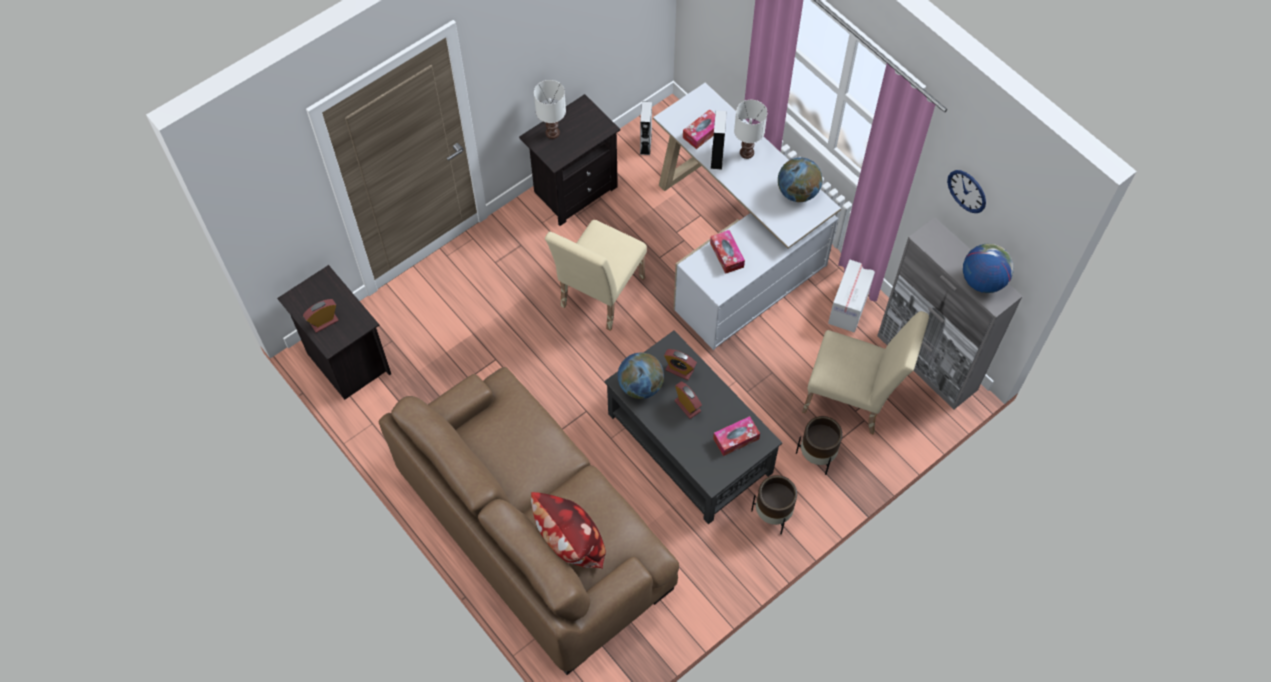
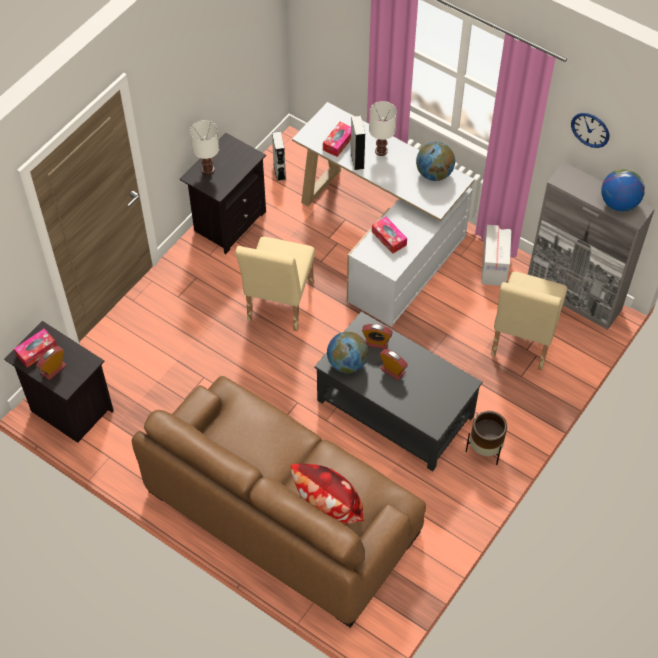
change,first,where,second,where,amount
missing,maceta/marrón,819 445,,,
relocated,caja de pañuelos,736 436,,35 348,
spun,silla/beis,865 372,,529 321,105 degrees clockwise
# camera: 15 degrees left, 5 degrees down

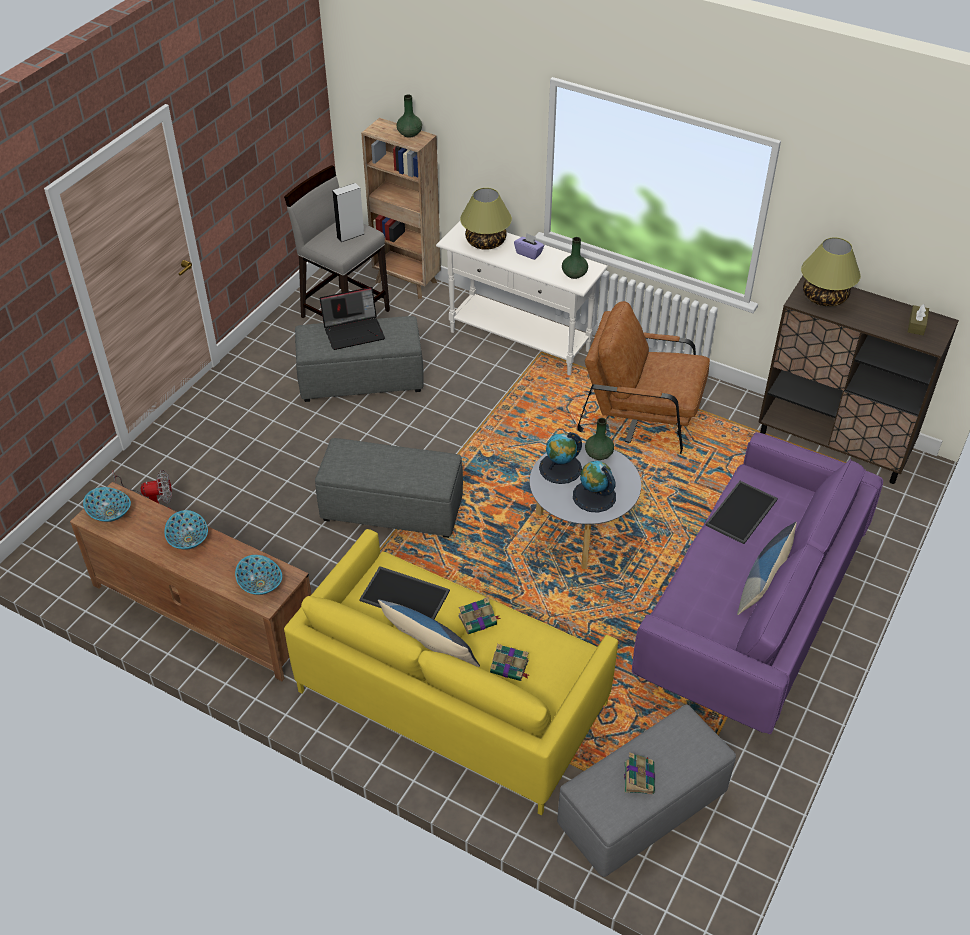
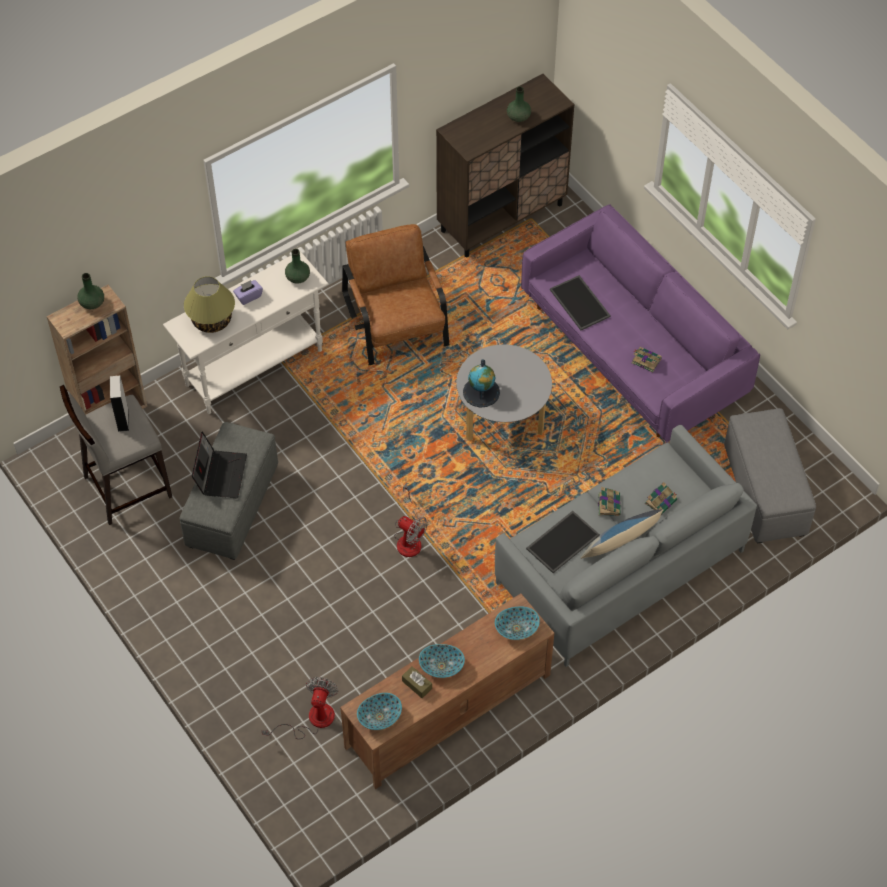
change,first,where,second,where,amount
missing,globo terráqueo,594 487,,,
missing,cojín,767 568,,,
missing,lámpara de mesa,831 271,,,
relocated,florero/verde,599 439,,519 104,
relocated,libro,639 773,,647 360,
relocated,caja de pañuelos/marrón,918 319,,417 682,
exchanged,puf/gris,389 488,ventilador,411 520,
colour,sofá/amarillo,451 672,sofá/gris,626 546,
spun,sillón/marrón,643 377,,395 294,120 degrees clockwise
# camera: 65 degrees left, 10 degrees up

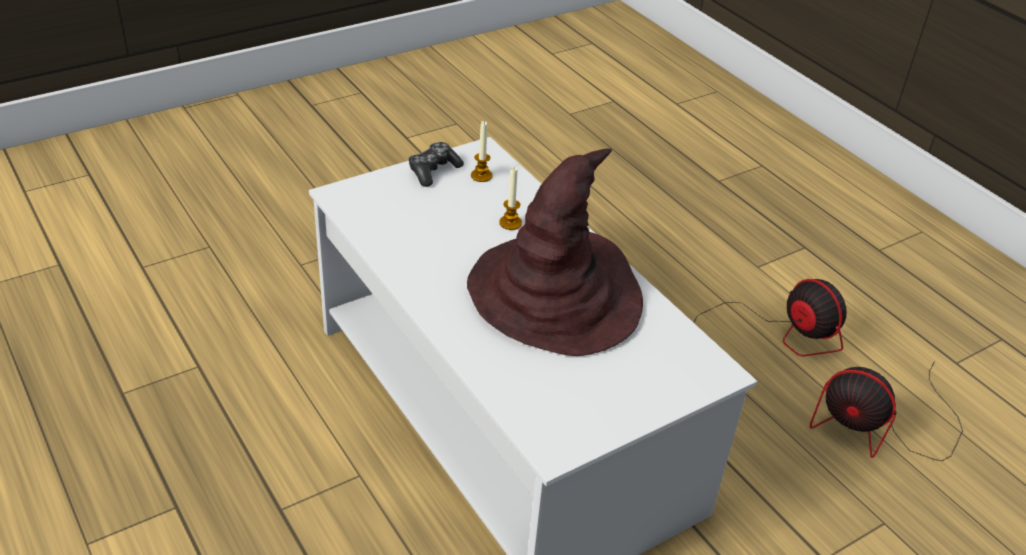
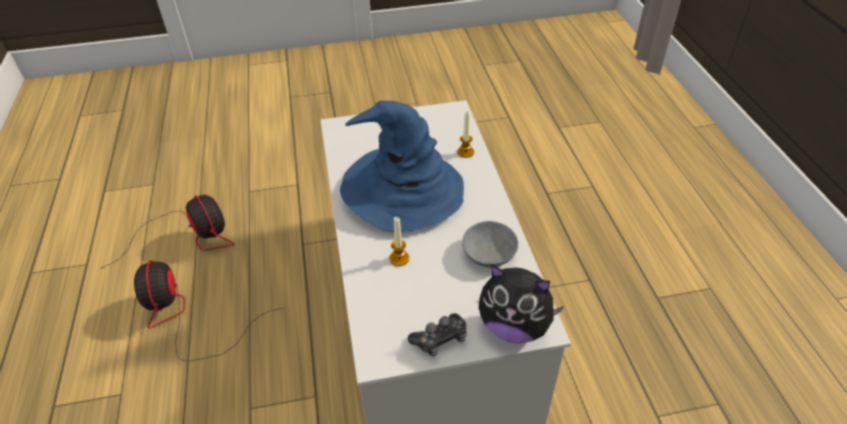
change,first,where,second,where,amount
appeared,,,cuenco/gris,490 244,
appeared,,,peluche,521 304,
relocated,vela,481 151,,465 135,
colour,sombrero/marrón,555 252,sombrero/azul,402 166,
# camera: 155 degrees left, 5 degrees up

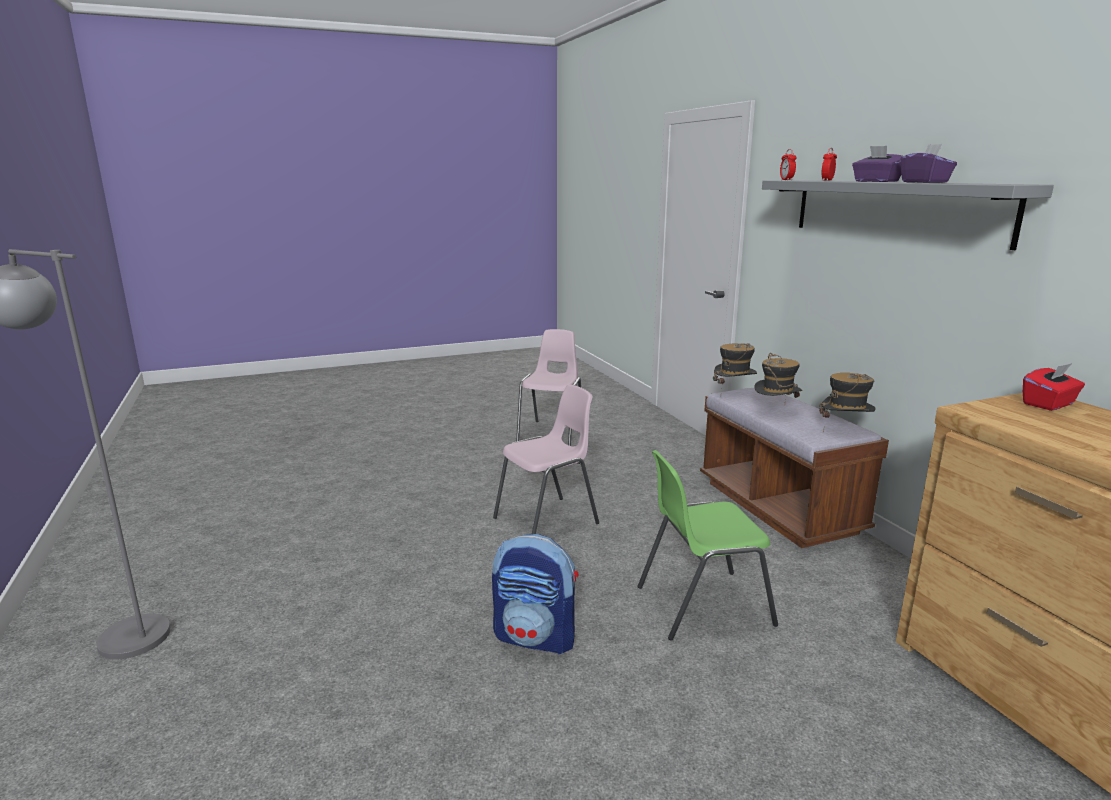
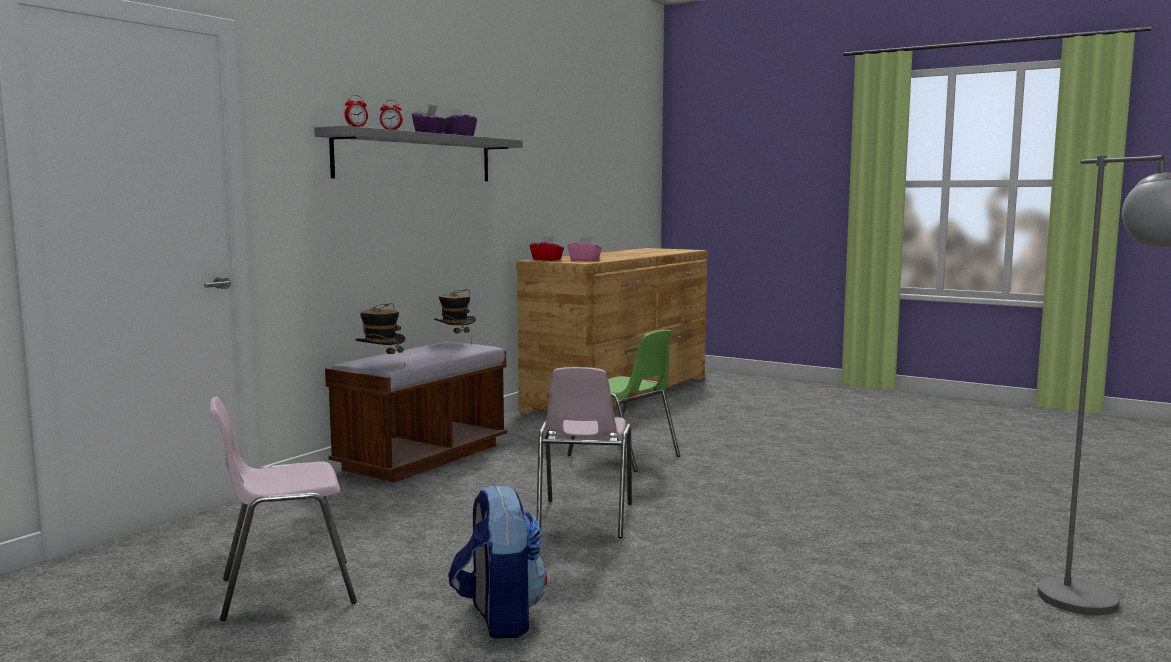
change,first,where,second,where,amount
missing,sombrero,778 375,,,
appeared,,,caja de pañuelos/rosa,585 248,
relocated,mochila,535 594,,497 561,
spun,silla/rosa,546 459,,584 452,105 degrees counterclockwise
# camera: 125 degrees left, 10 degrees down

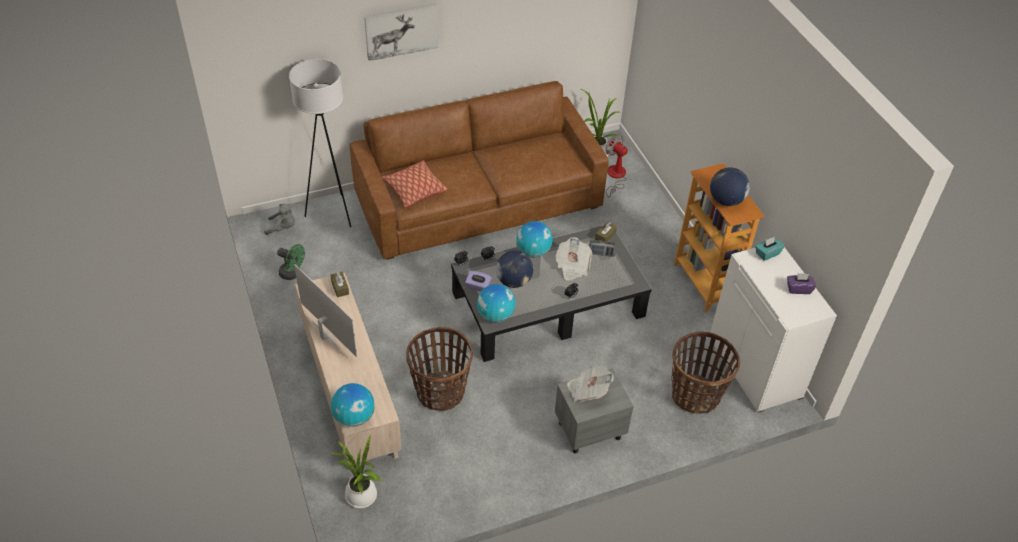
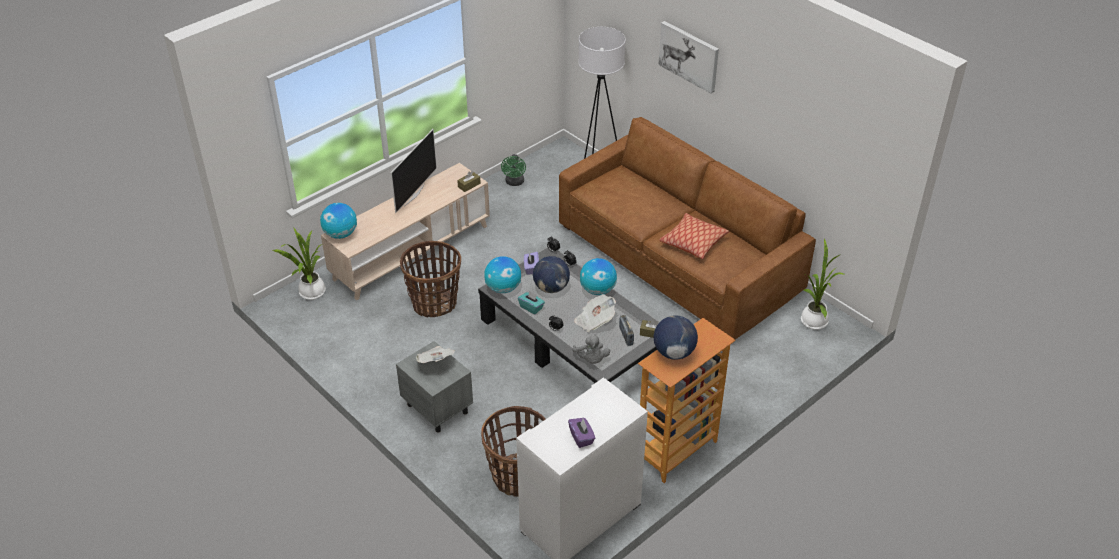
change,first,where,second,where,amount
missing,ventilador,616 166,,,
relocated,peluche/gris,279 219,,591 349,
relocated,cojín,415 184,,694 236,
relocated,caja de pañuelos/turquesa,770 249,,531 302,
# camera: 70 degrees right, 5 degrees down

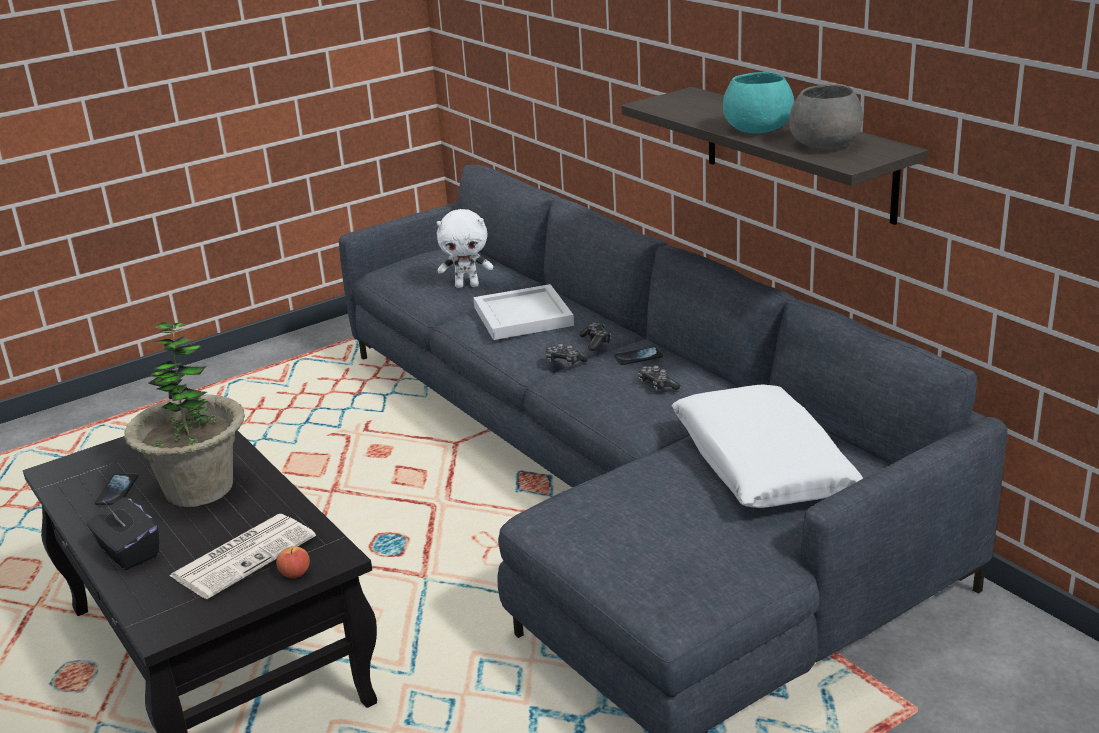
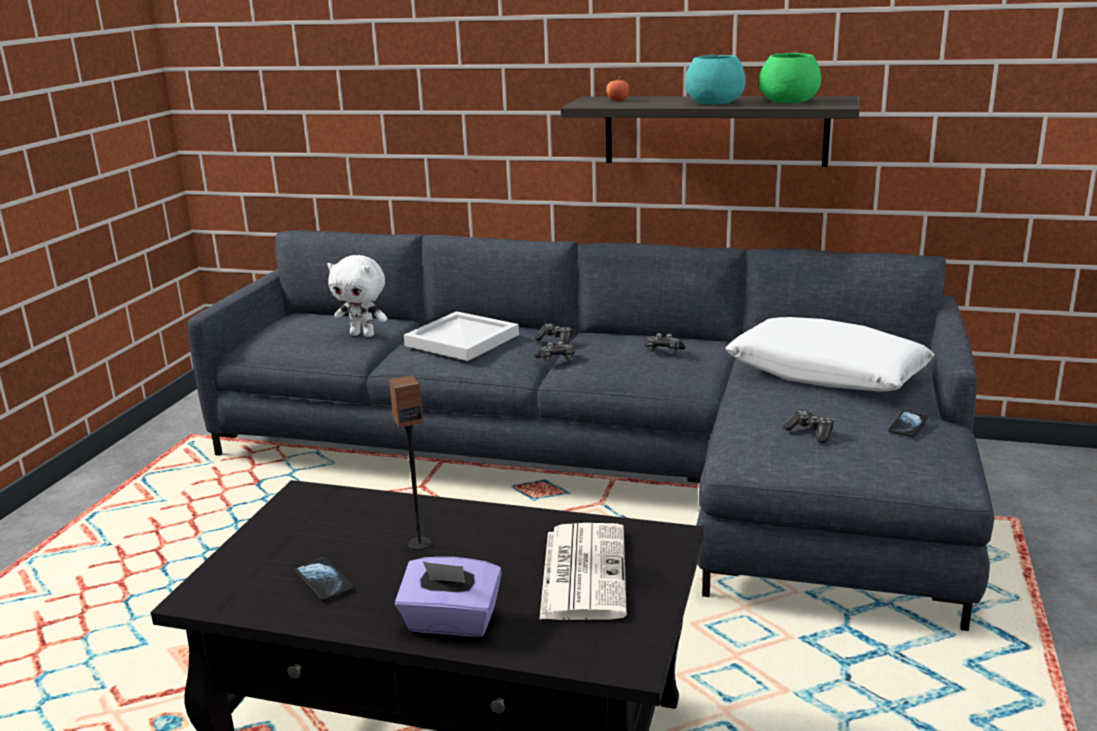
change,first,where,second,where,amount
appeared,,,mando de consola,808 426,
relocated,manzana,293 562,,617 89,
relocated,móvil,638 356,,908 424,
exchanged,planta en maceta,184 414,altavoz,410 462,
colour,caja de pañuelos/negro,123 533,caja de pañuelos/morado,448 597,
colour,cuenco/gris,826 116,cuenco/verde,790 78,
spun,peluche/blanco,465 248,,357 296,60 degrees clockwise
# camera: 40 degrees left, 5 degrees down

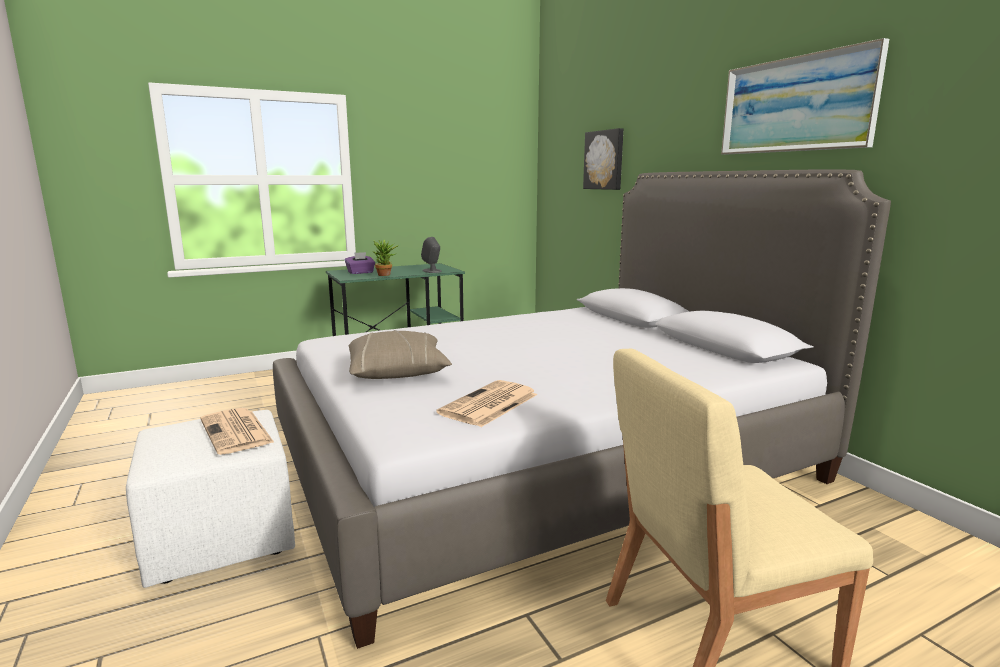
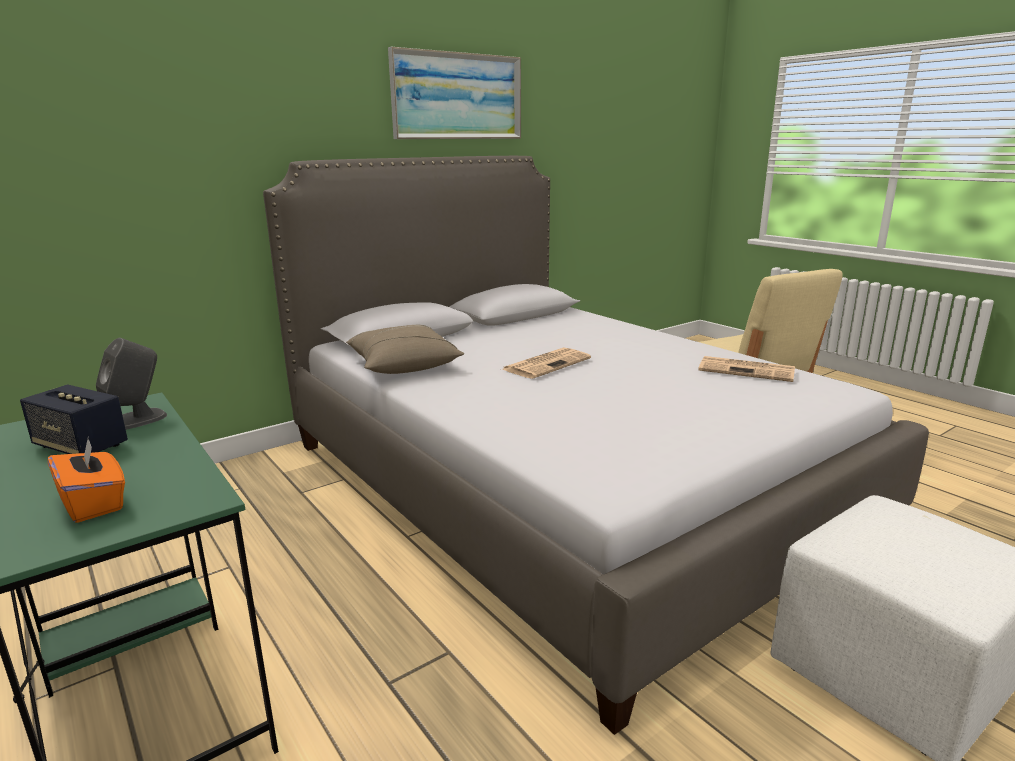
change,first,where,second,where,amount
missing,planta en maceta,385 258,,,
missing,cuadro,603 159,,,
appeared,,,altavoz,74 419,
relocated,periódico,237 431,,546 363,
relocated,cojín/beis,400 354,,405 349,
colour,caja de pañuelos/morado,360 263,caja de pañuelos/naranja,86 481,
# camera: 100 degrees left, 5 degrees up

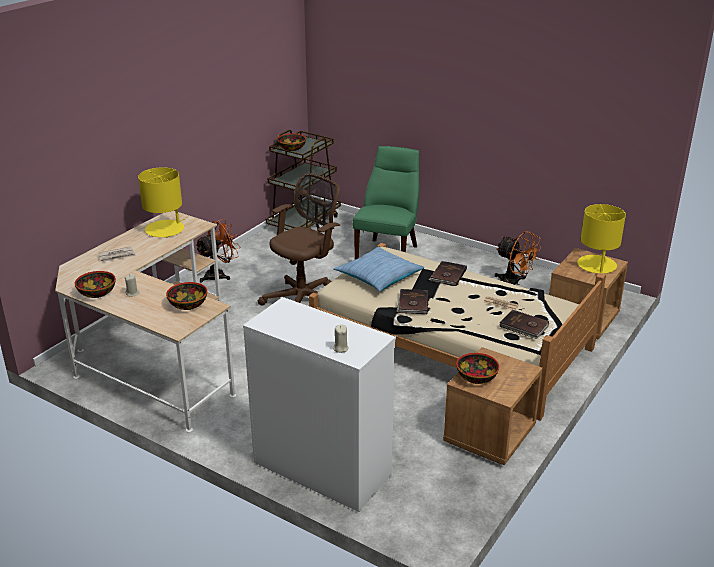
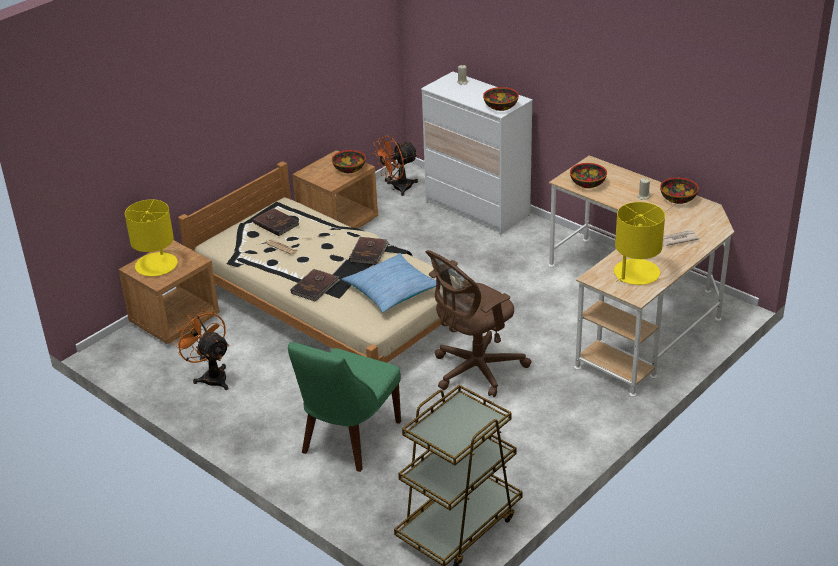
change,first,where,second,where,amount
relocated,ventilador/naranja,217 250,,395 166,
relocated,cuenco,291 142,,501 99,
# camera: 170 degrees left, 5 degrees up

